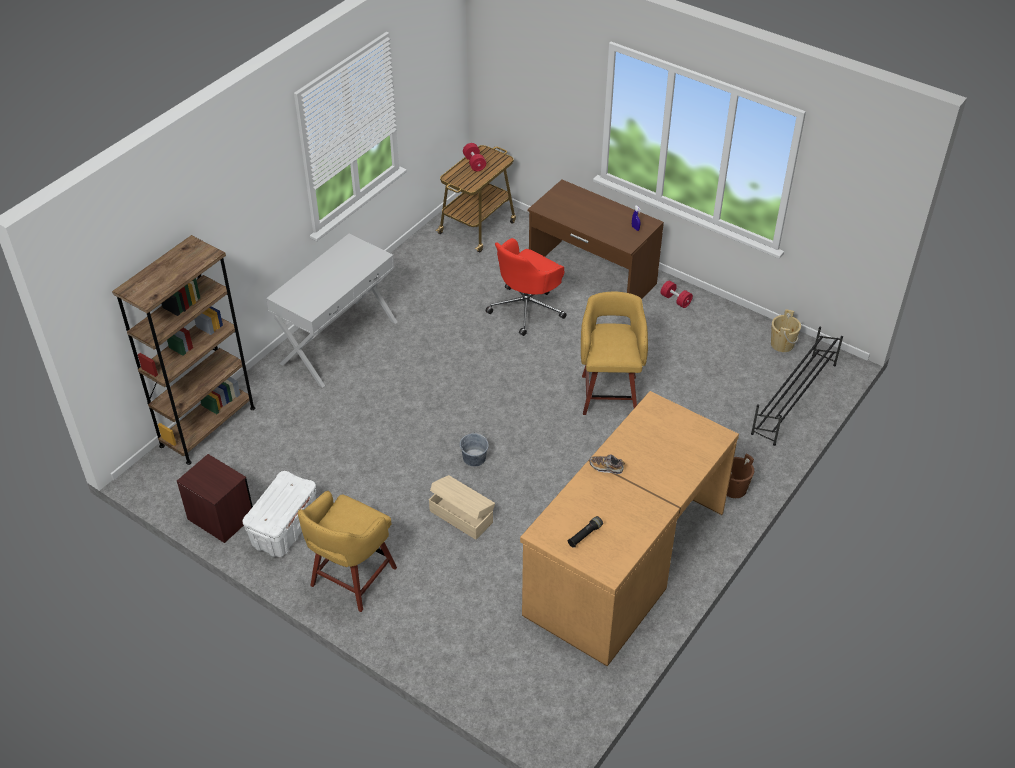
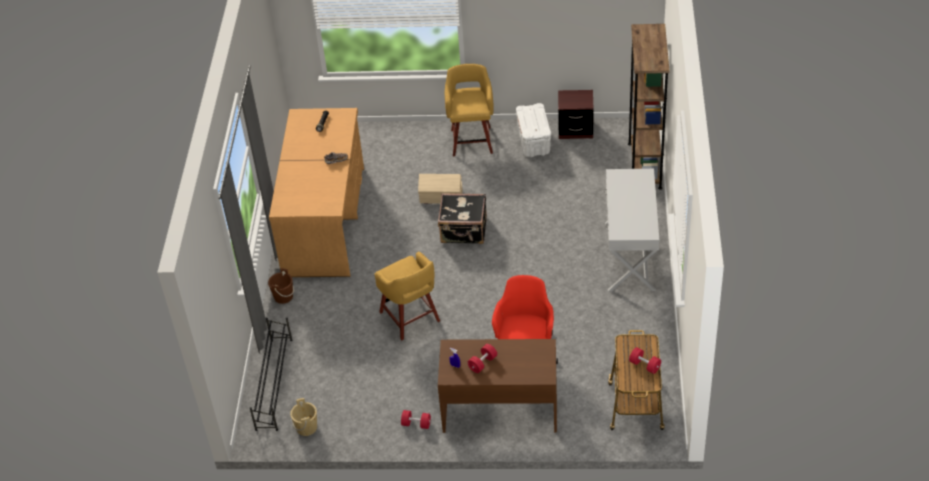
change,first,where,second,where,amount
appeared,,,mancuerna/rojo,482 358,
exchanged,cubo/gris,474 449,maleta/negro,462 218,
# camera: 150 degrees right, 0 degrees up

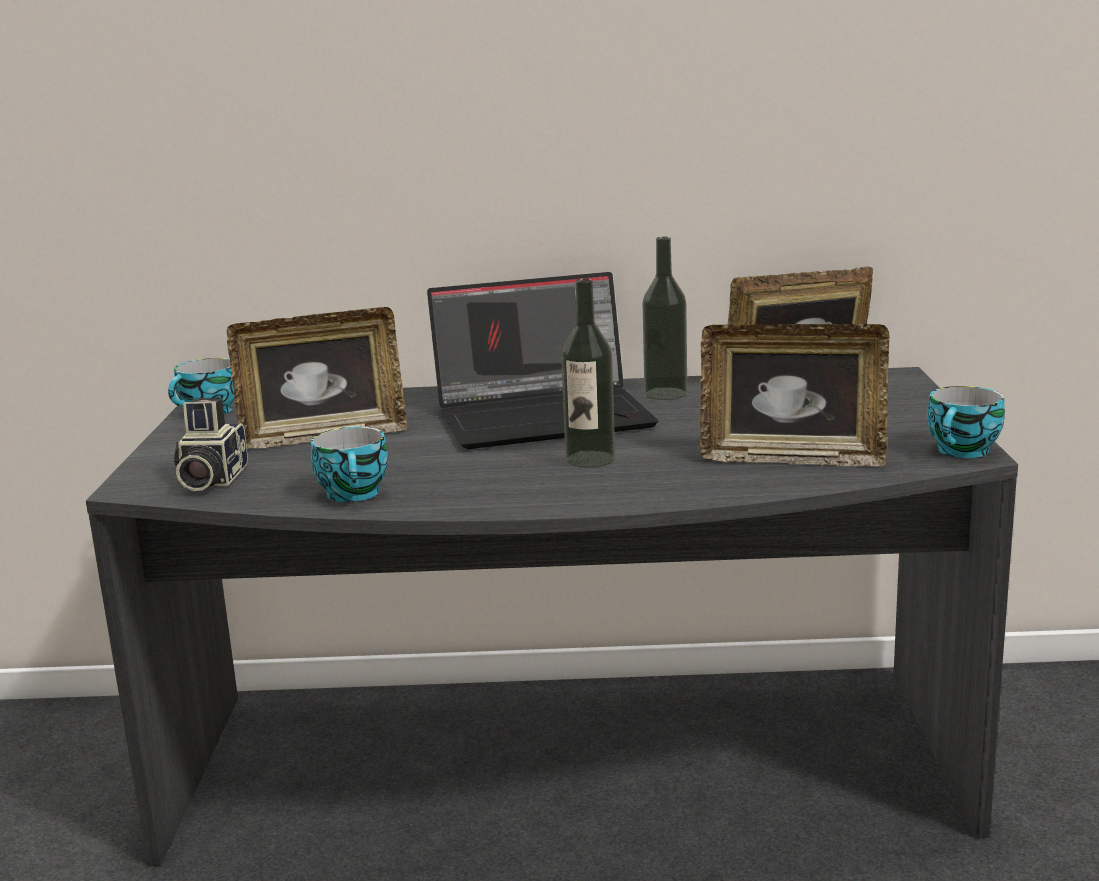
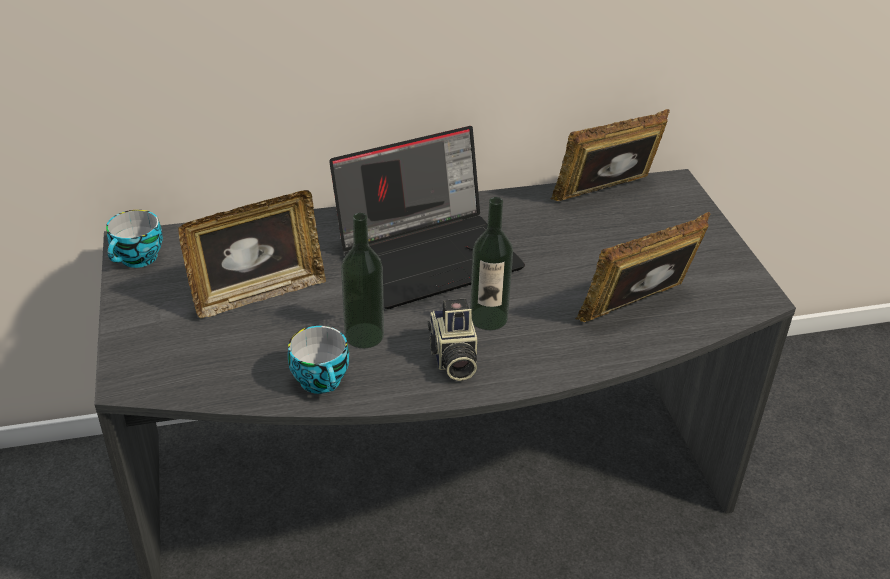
change,first,where,second,where,amount
missing,taza,966 422,,,
relocated,cámara,211 444,,452 339,
relocated,botella,665 318,,362 280,
spun,portarretratos,794 395,,643 267,150 degrees clockwise
# camera: 15 degrees left, 20 degrees up

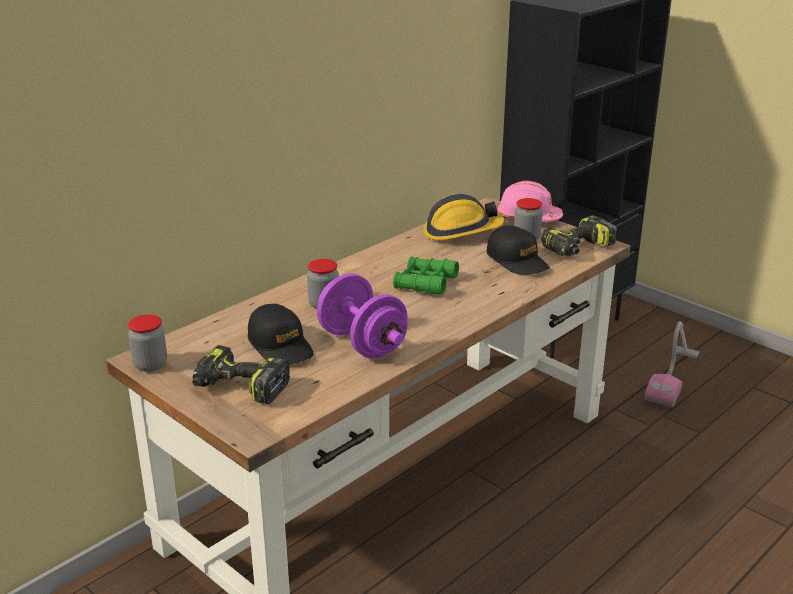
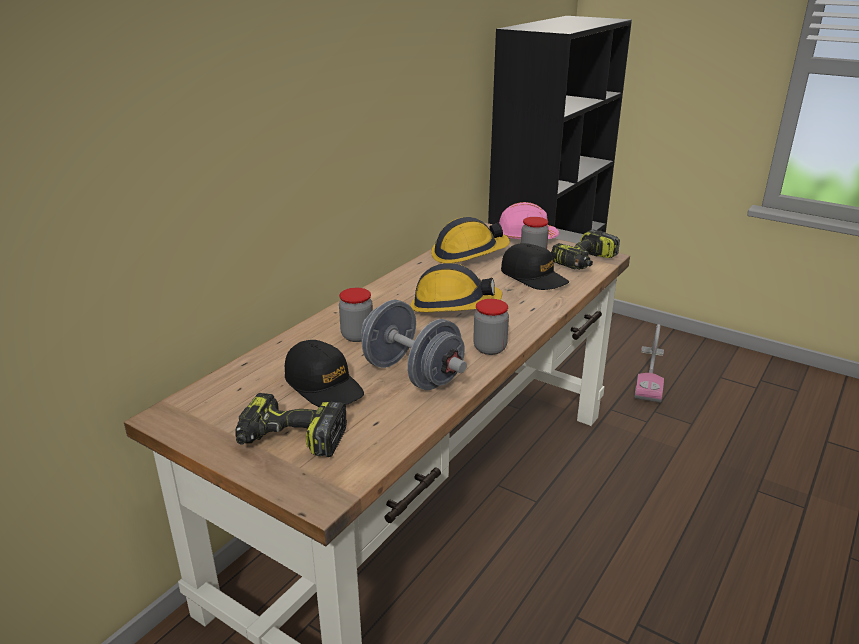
change,first,where,second,where,amount
relocated,tarro,147 343,,491 327,
exchanged,prismáticos/verde,426 276,casco,456 287,
colour,mancuerna/morado,362 315,mancuerna/gris,414 345,
# camera: 10 degrees left, 0 degrees up

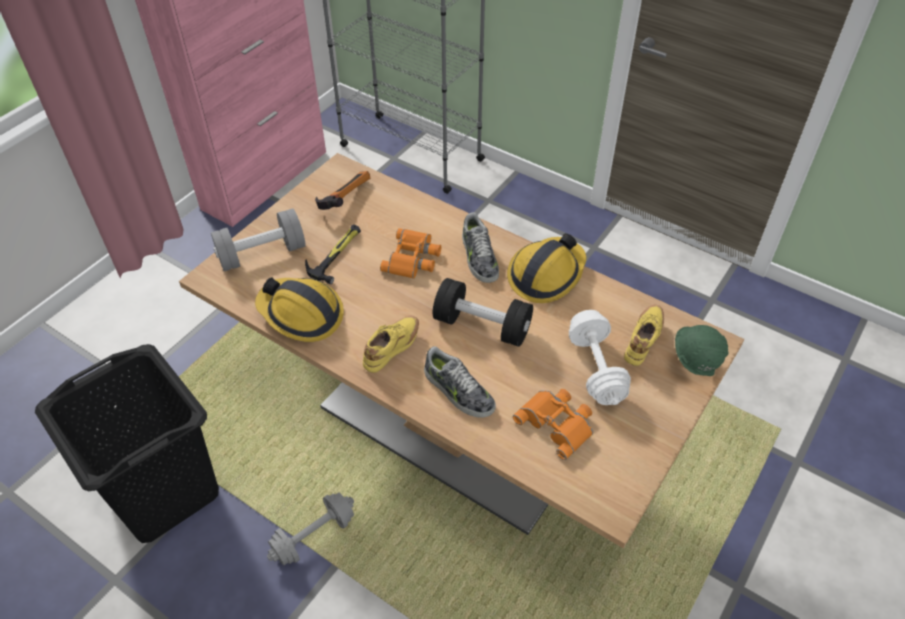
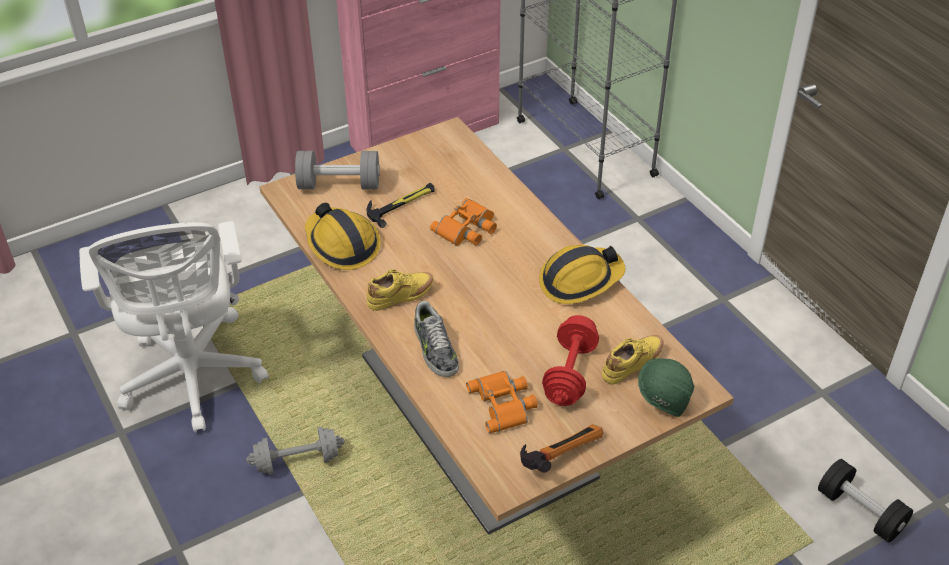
change,first,where,second,where,amount
missing,zapato,480 247,,,
relocated,martillo,342 190,,561 448,
relocated,mancuerna/negro,483 312,,865 501,
exchanged,cesto de la ropa/negro,127 443,silla de oficina/blanco,174 326,
colour,mancuerna/blanco,600 357,mancuerna/rojo,570 360,
# camera: 25 degrees right, 5 degrees down

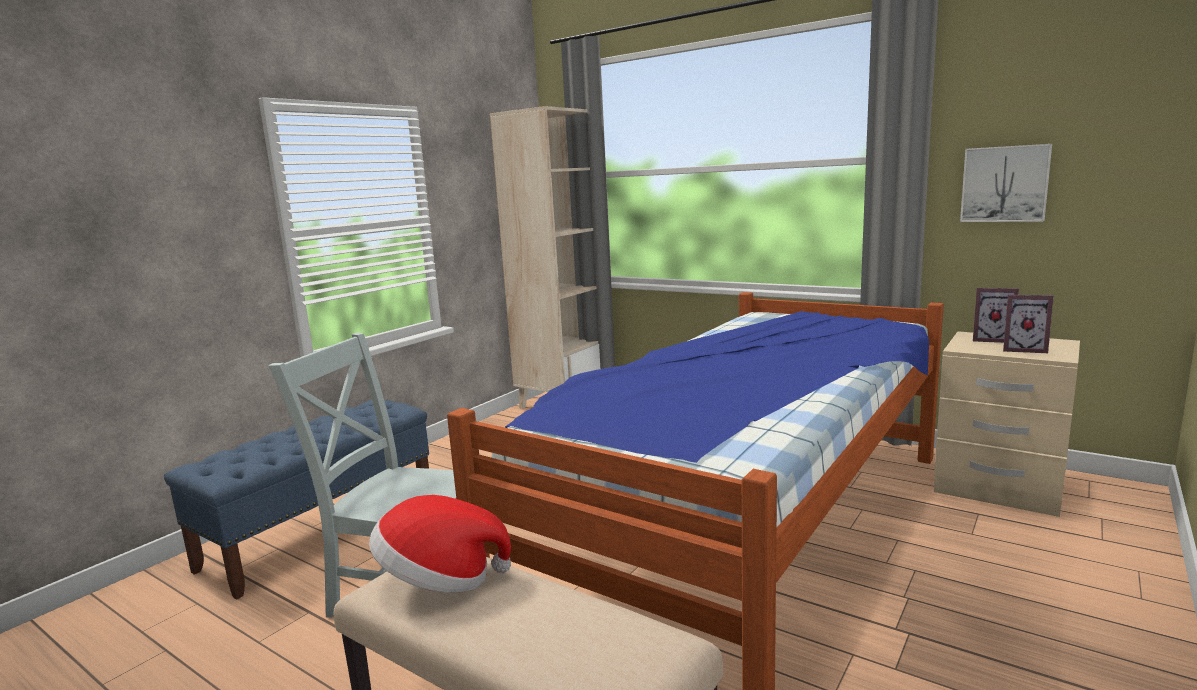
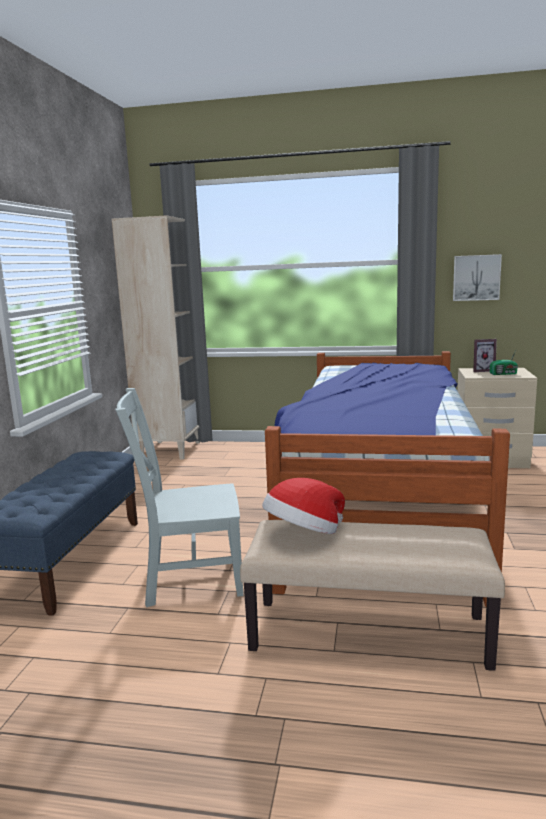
change,first,where,second,where,amount
exchanged,portarretratos,1028 324,radio,504 361,
# camera: 25 degrees left, 0 degrees up

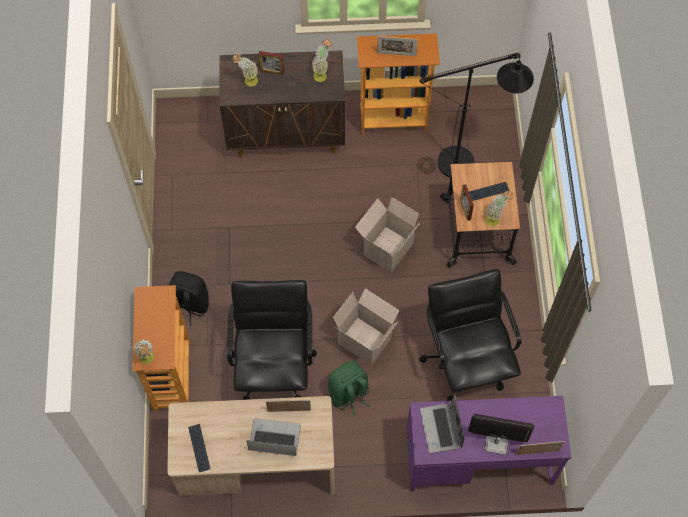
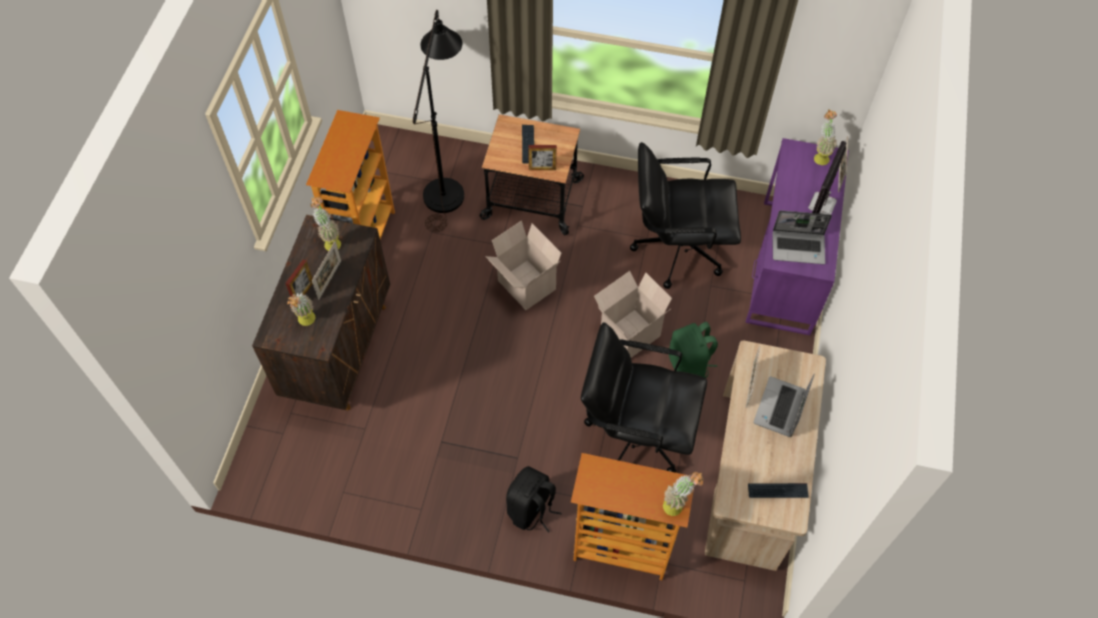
change,first,where,second,where,amount
relocated,portarretratos,397 46,,326 270,
relocated,planta en maceta,499 208,,825 137,
# camera: 75 degrees left, 5 degrees down

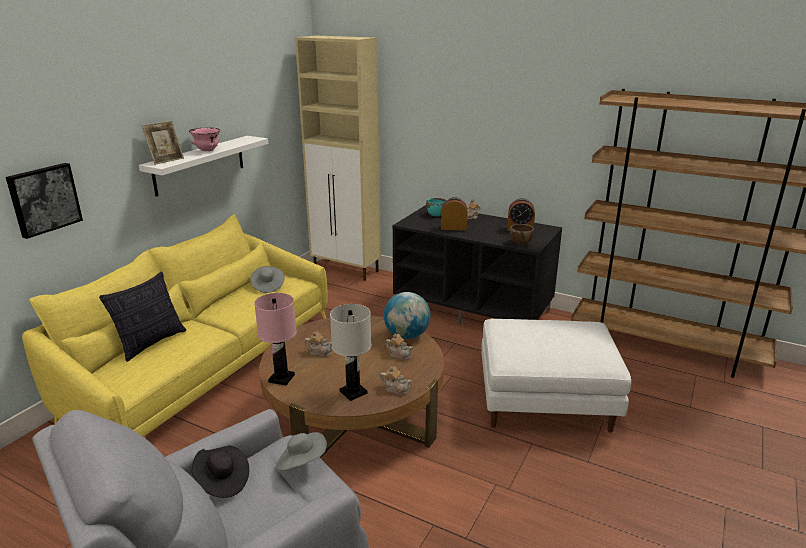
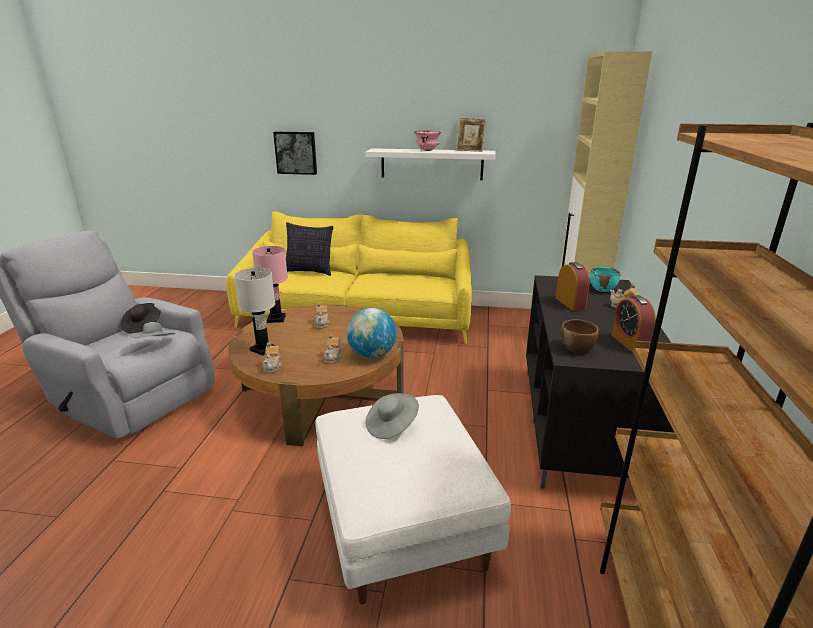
change,first,where,second,where,amount
relocated,portarretratos,163 143,,471 135,
relocated,sombrero/gris,267 279,,392 416,
# camera: 70 degrees right, 0 degrees up

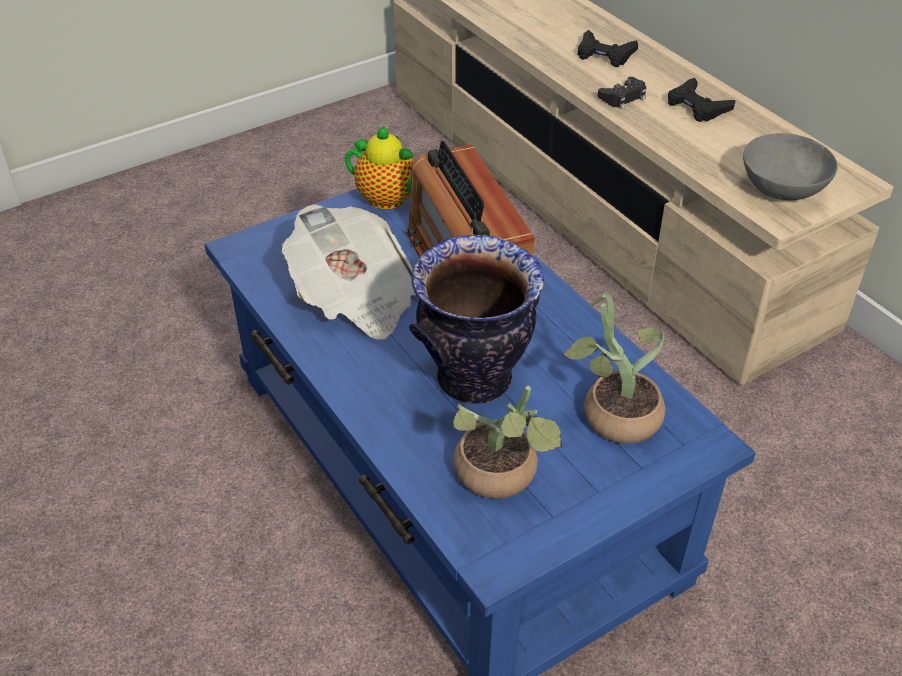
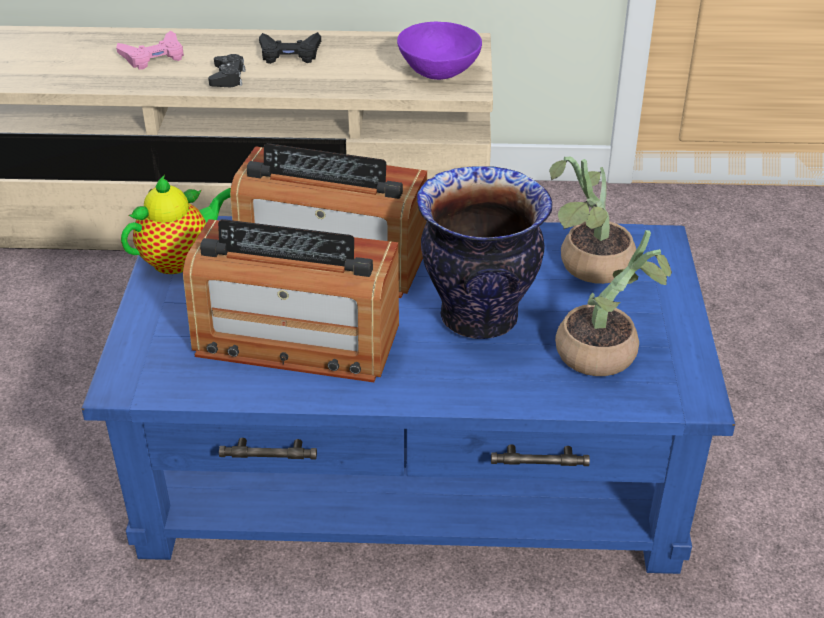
change,first,where,second,where,amount
exchanged,periódico,349 272,radio,291 300,
colour,mando de consola/negro,608 48,mando de consola/rosa,150 50,
colour,cuenco/gris,790 166,cuenco/morado,439 50,
# camera: 55 degrees left, 5 degrees down

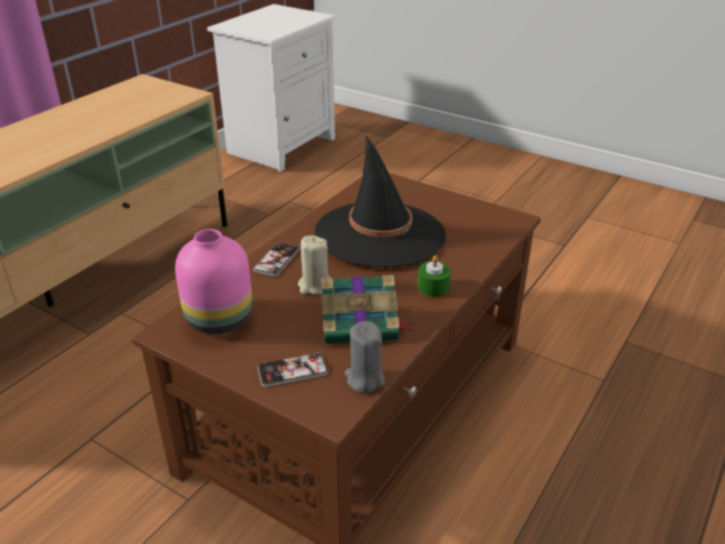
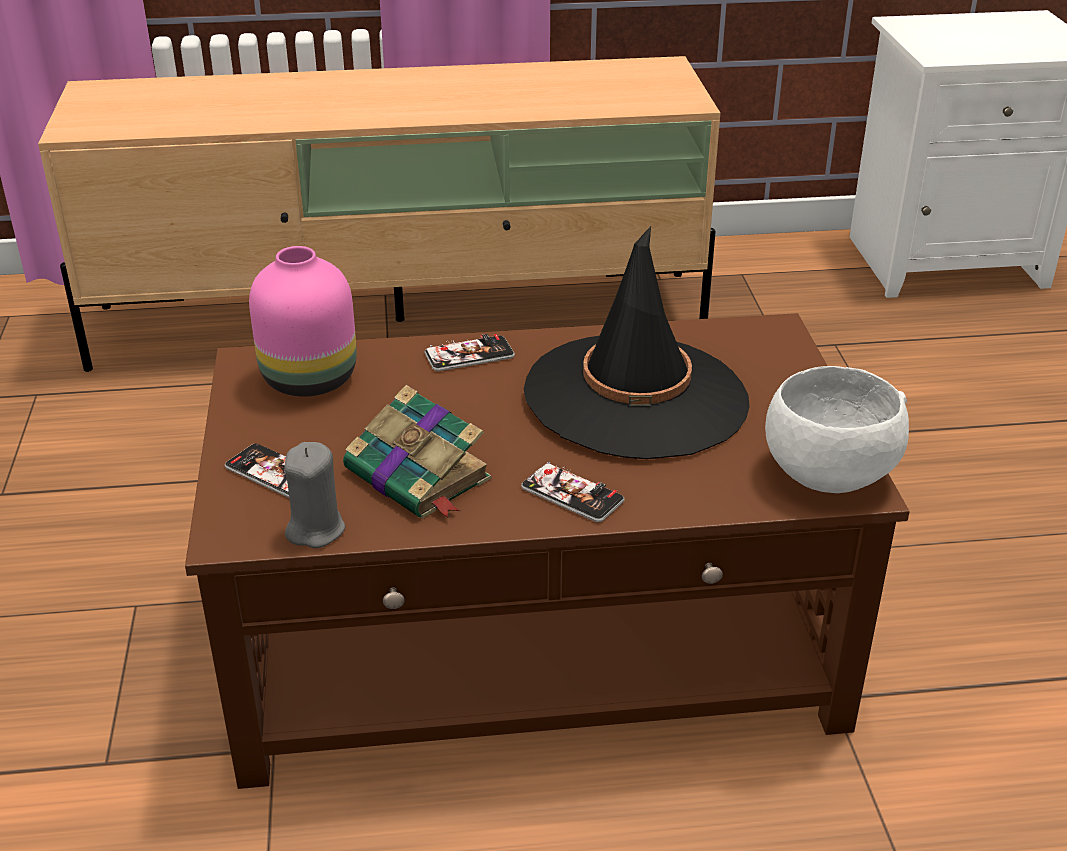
change,first,where,second,where,amount
missing,vela/beis,314 265,,,
appeared,,,cuenco/blanco,837 429,
exchanged,vela/verde,434 276,móvil,573 492,
# camera: 50 degrees right, 0 degrees up

